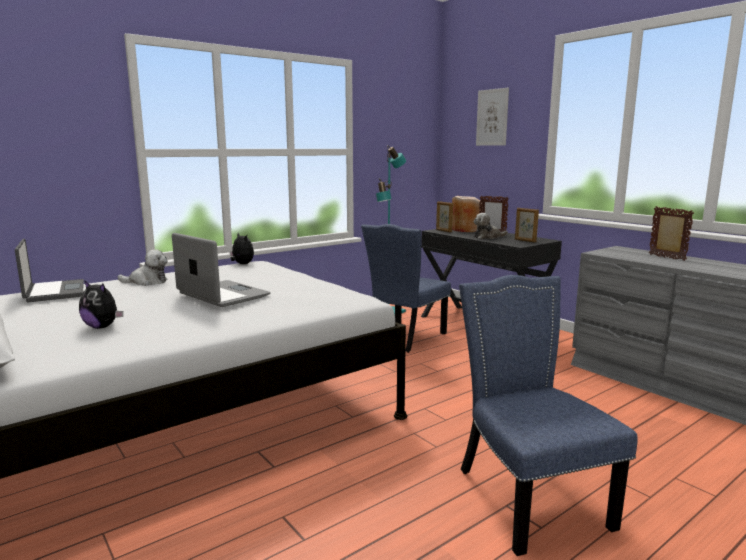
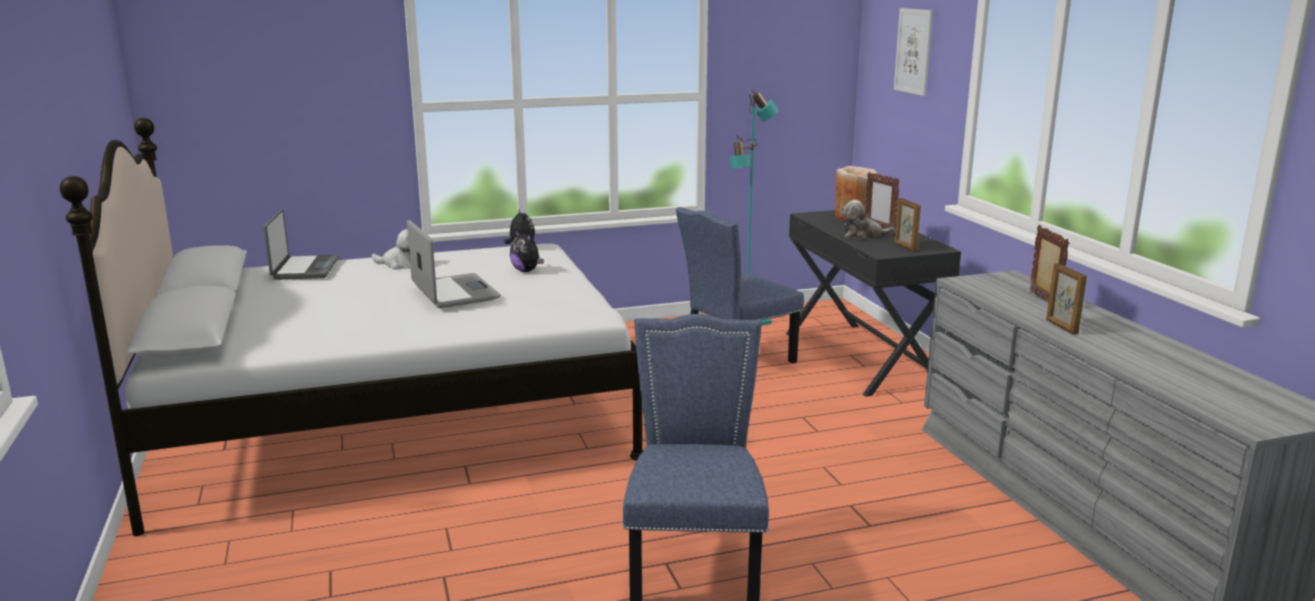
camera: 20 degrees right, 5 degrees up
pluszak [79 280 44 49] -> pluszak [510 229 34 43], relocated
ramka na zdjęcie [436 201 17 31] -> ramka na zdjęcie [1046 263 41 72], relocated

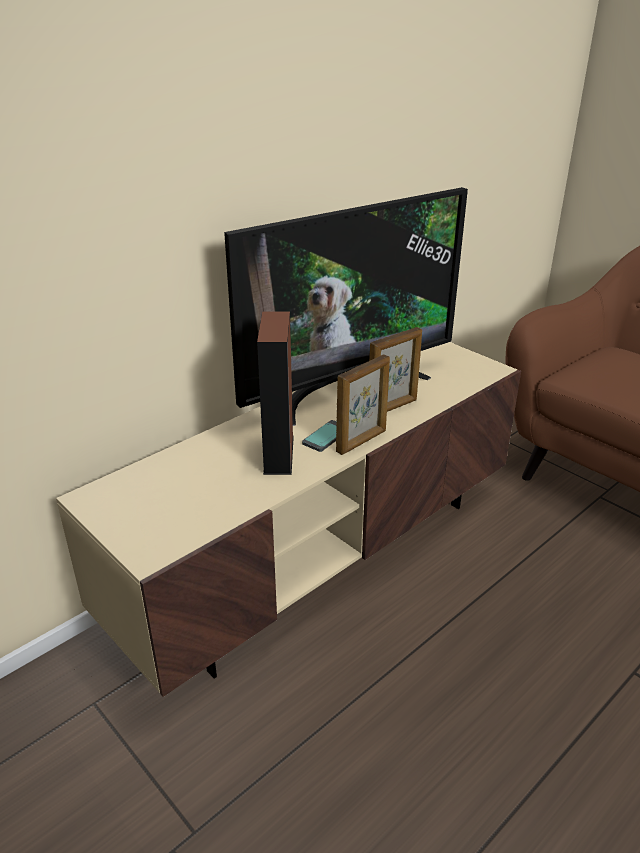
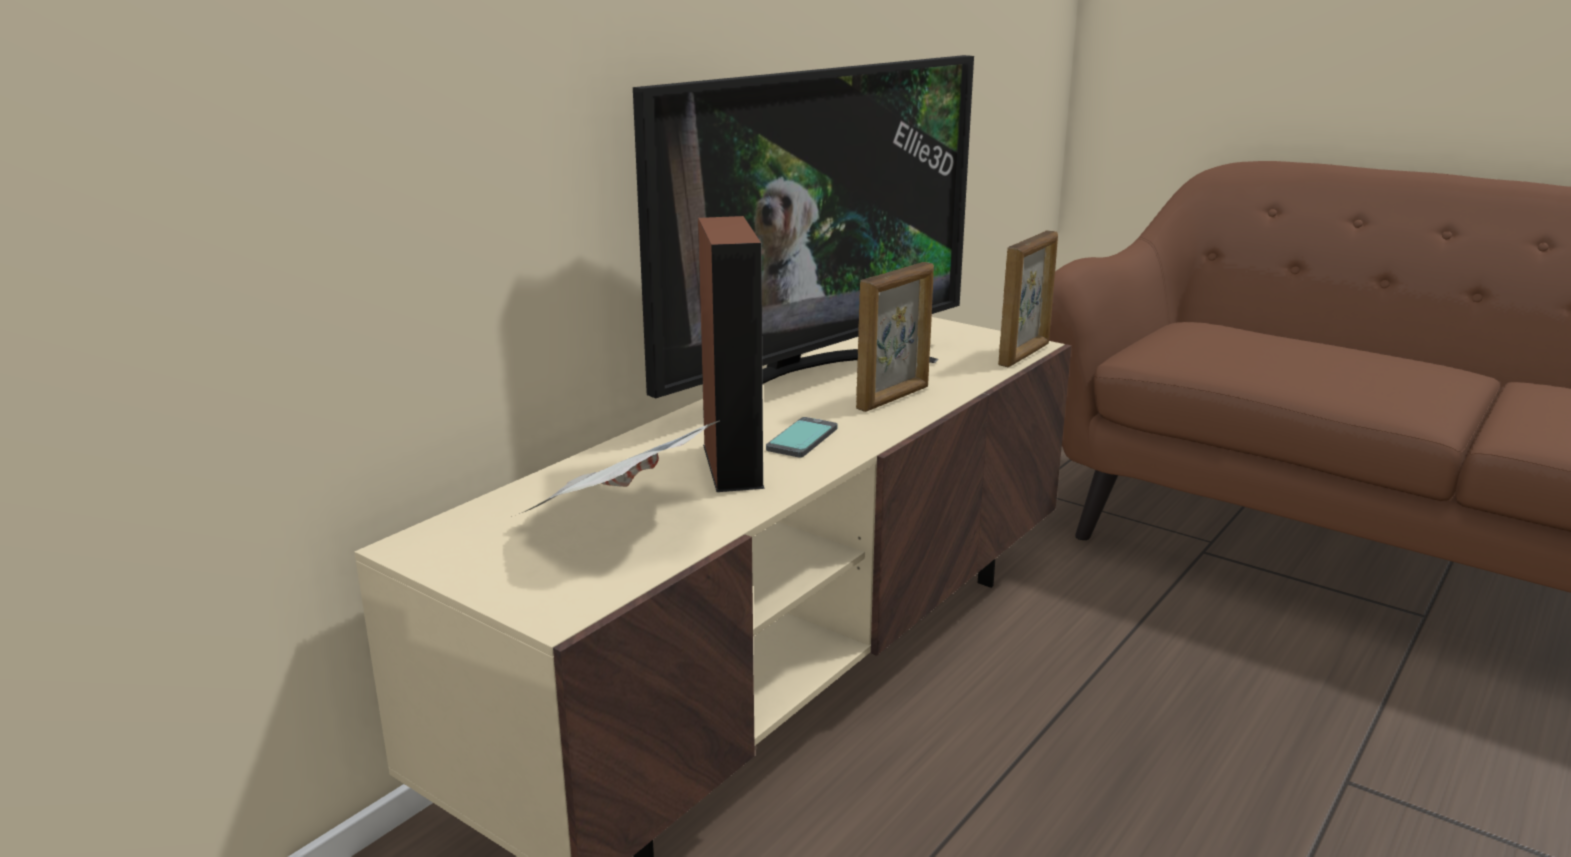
camera: 10 degrees left, 10 degrees down
ramka na zdjęcie [336 354 54 101] -> ramka na zdjęcie [998 230 60 137], relocated
none -> gazeta [511 421 208 96]

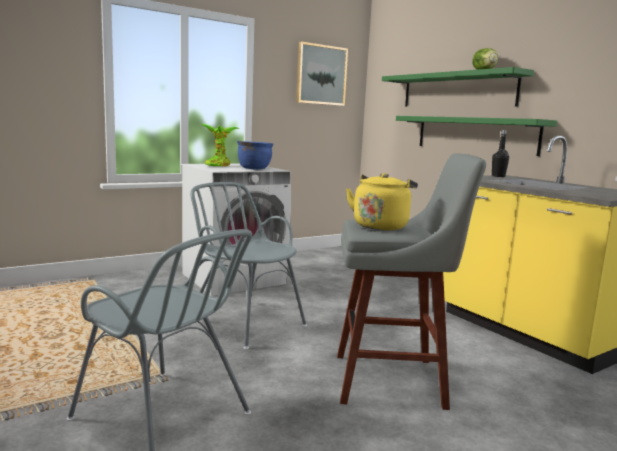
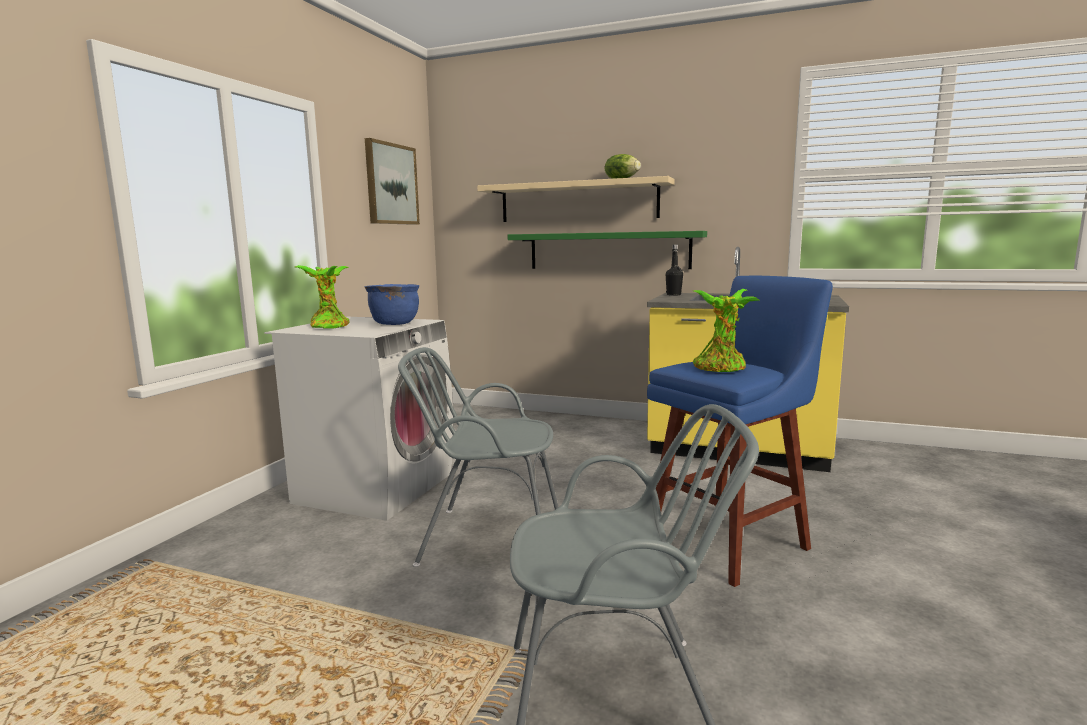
camera: 35 degrees left, 0 degrees up
stołek/szary [337 153 149 257] -> stołek/niebieski [647 276 186 311]
czajnik/żółty [346 173 72 57] -> roślina doniczkowa [693 289 66 83]
półka/zielony [382 67 152 40] -> półka/beżowy [477 176 198 46]

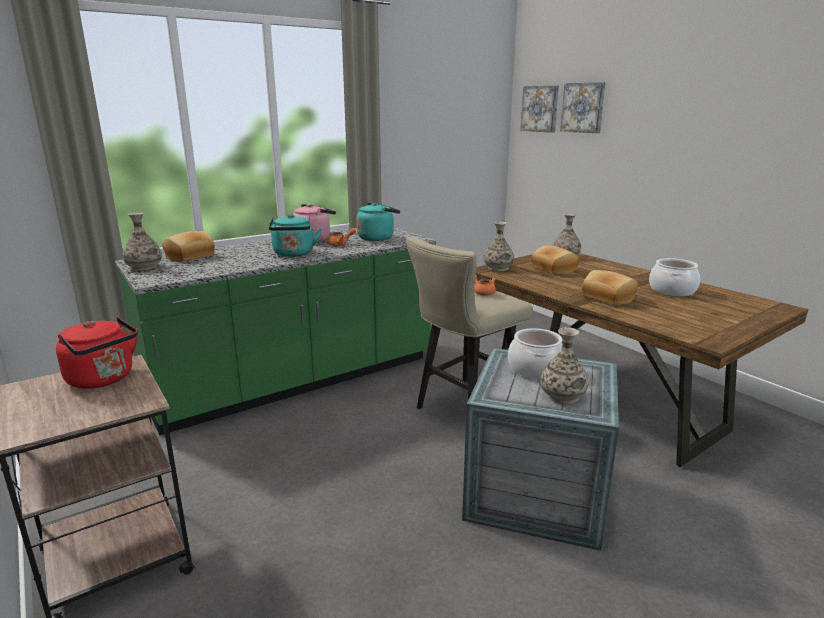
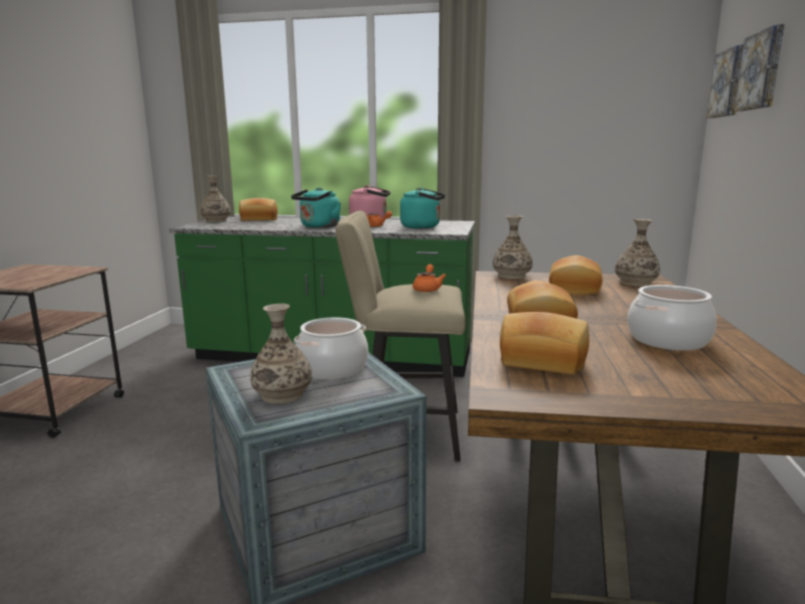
camera: 45 degrees right, 5 degrees down
czajnik/czerwony [56 317 82 72] -> none
none -> chleb [500 312 89 62]

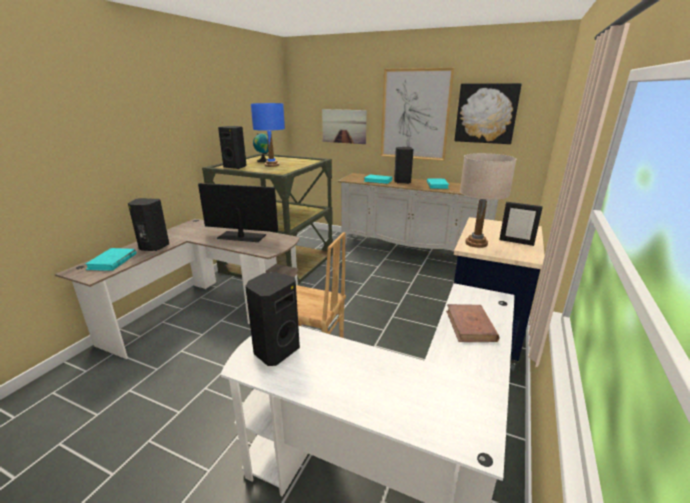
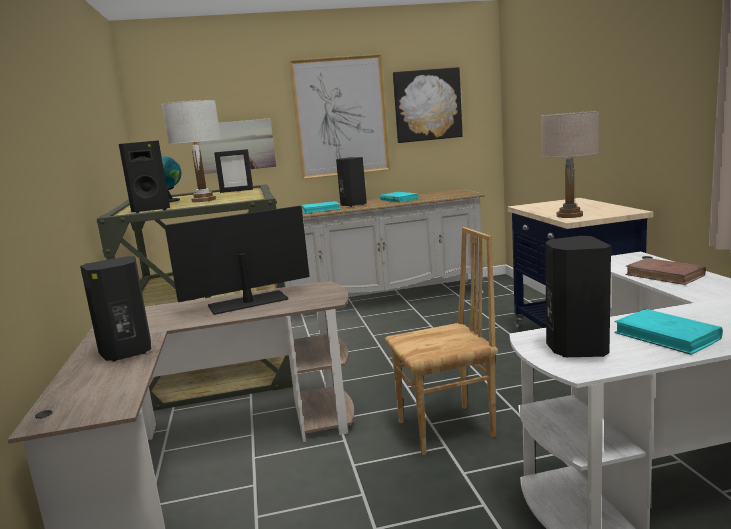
camera: 35 degrees left, 10 degrees down
książka/turkusowy [86 248 50 23] -> książka/turkusowy [614 309 109 46], relocated
lampa stołowa/niebieski [251 103 34 64] -> lampa stołowa/biały [162 100 59 102]
ramka na zdjęcie [499 202 44 44] -> ramka na zdjęcie [214 149 39 44], relocated

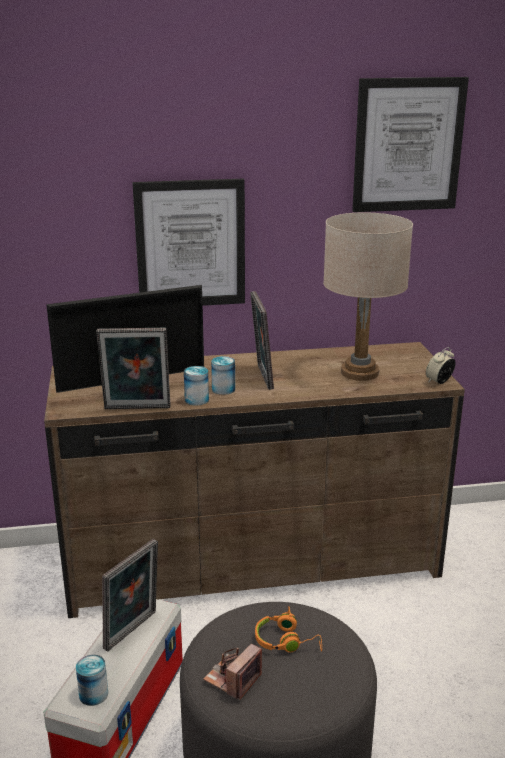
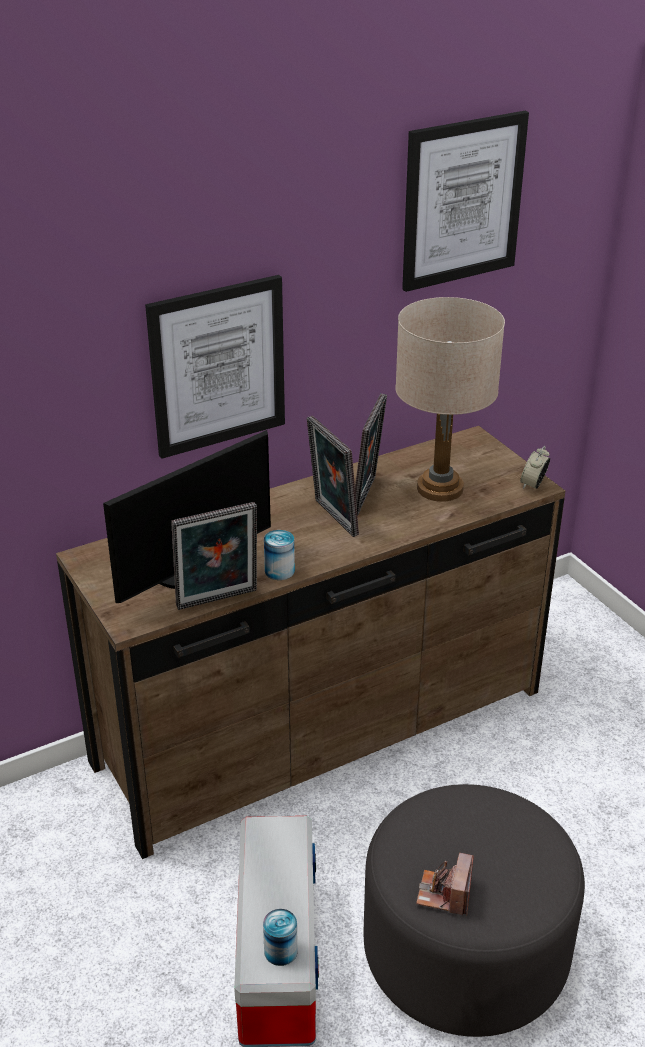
camera: 20 degrees left, 10 degrees up
ramka na zdjęcie [102 539 56 113] -> ramka na zdjęcie [355 393 32 123], relocated
puszka [211 356 24 39] -> none
słuchawki/pomarańczowy [255 606 67 47] -> none

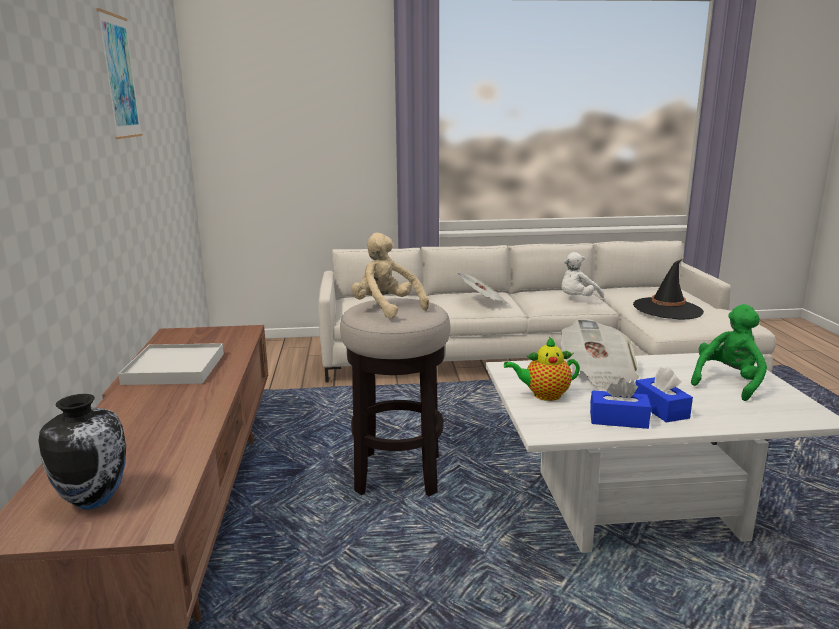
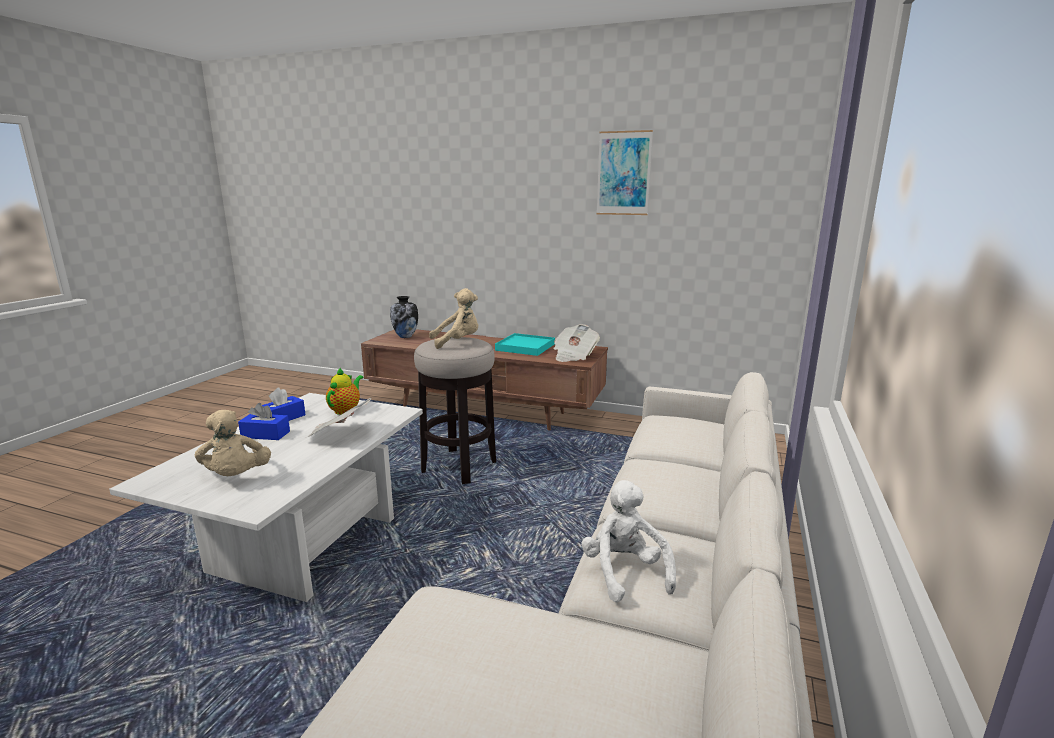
camera: 115 degrees right, 0 degrees up
taca/biały [118 343 106 42] -> taca/turkusowy [495 333 60 23]
gazeta [455 272 54 32] -> gazeta [553 324 47 38], relocated
kapelusz/czarny [633 259 71 60] -> none
pluszak/zielony [691 304 76 97] -> pluszak/beżowy [195 410 76 66]

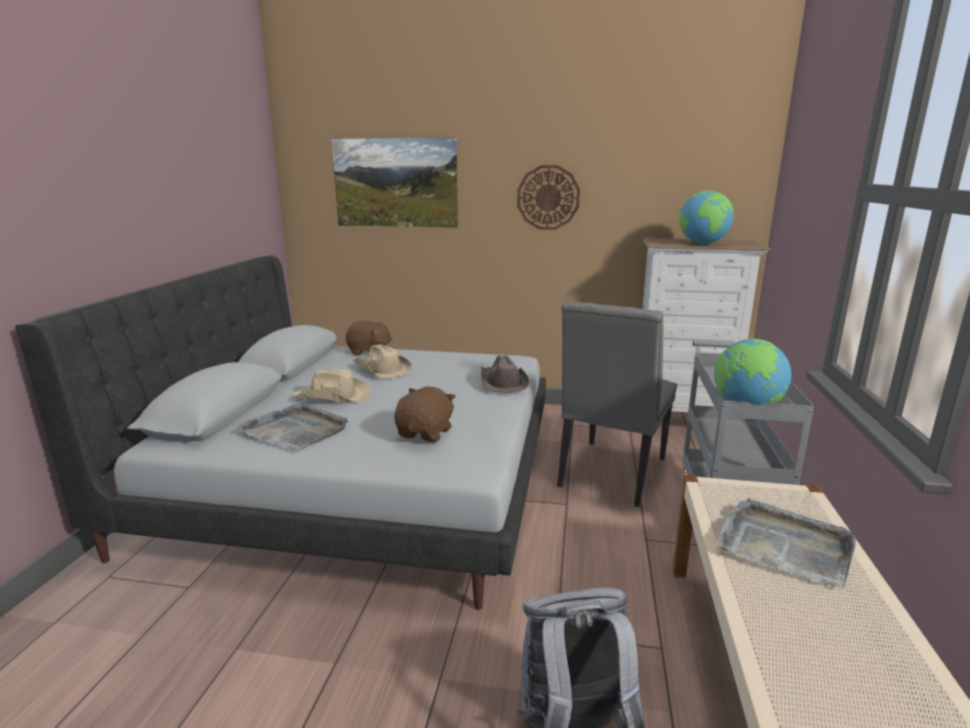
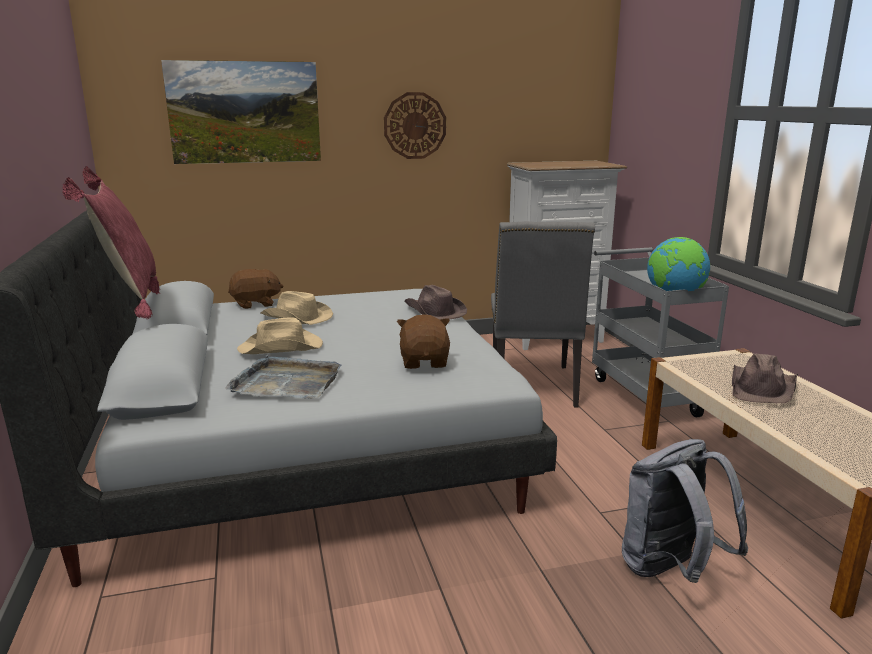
camera: 25 degrees left, 0 degrees up
globus [679 191 55 53] -> none
taca/szary [717 498 139 91] -> kapelusz/brązowy [732 354 66 49]
none -> poduszka/czerwony [62 166 98 153]

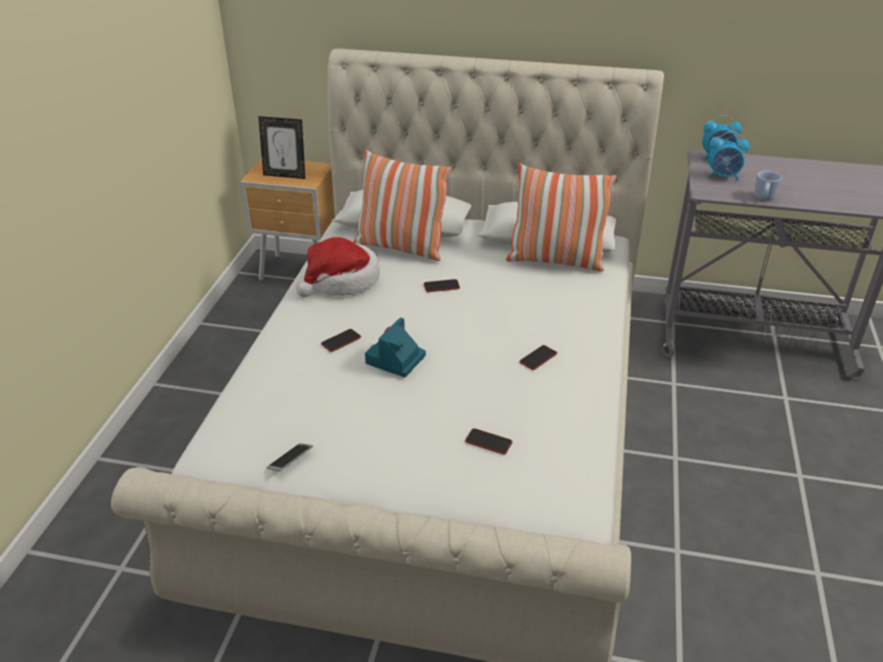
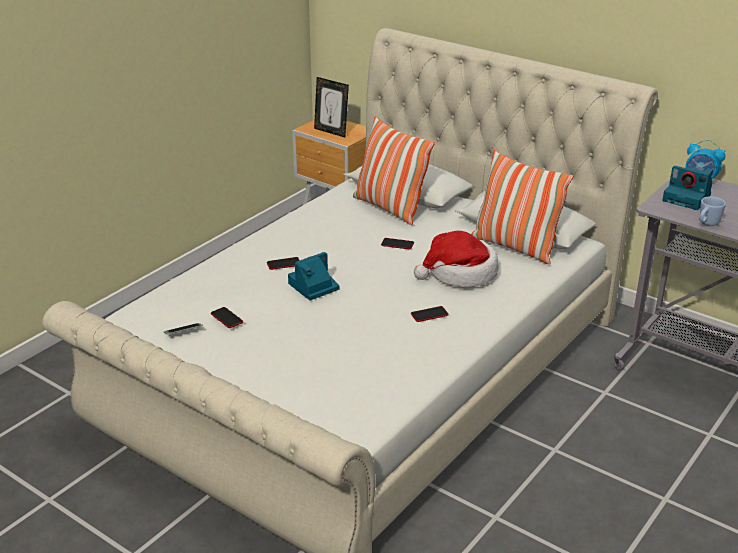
camera: 25 degrees right, 5 degrees down
kapelusz [296 237 84 60] -> kapelusz [414 231 85 56], relocated
telefon [465 428 47 26] -> telefon [211 307 32 21], relocated
budzik [708 132 42 48] -> aparat fotograficzny [662 166 51 44]

